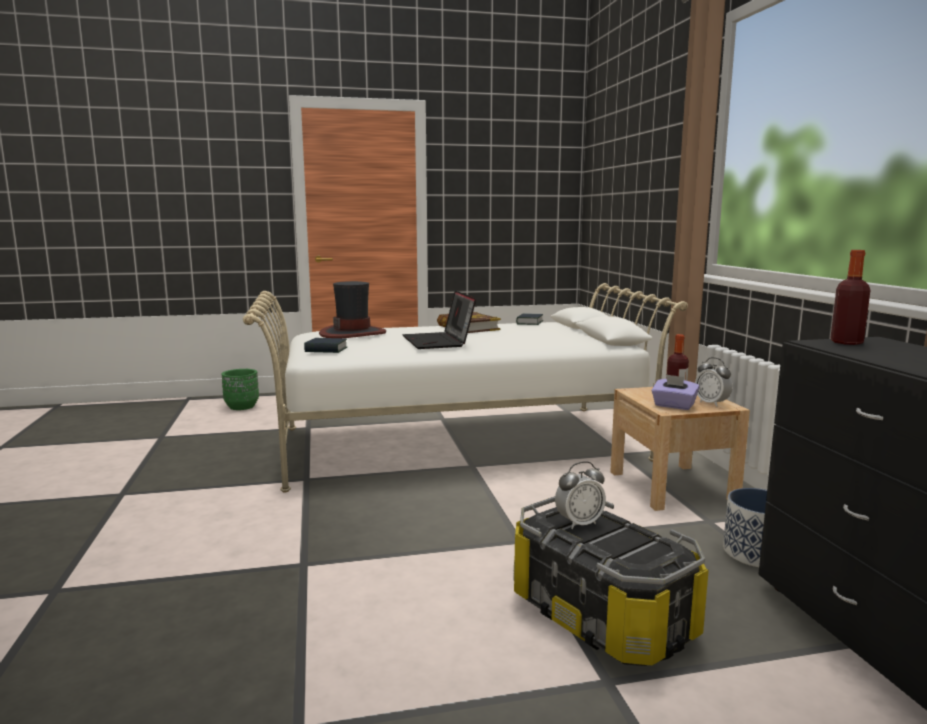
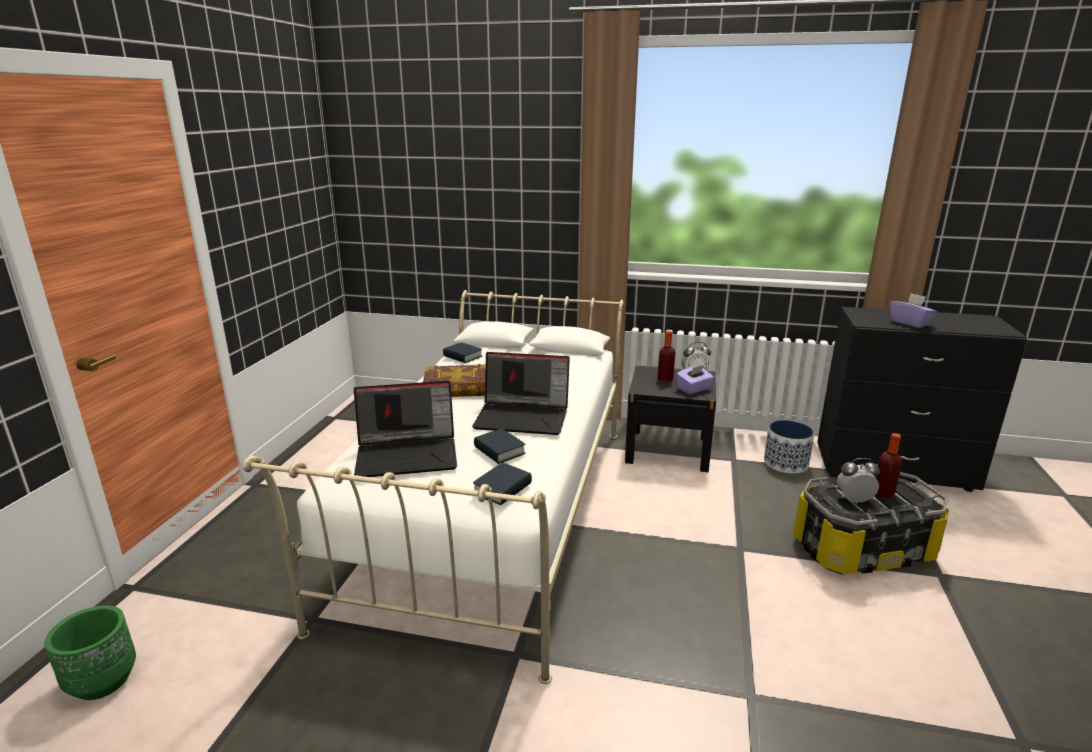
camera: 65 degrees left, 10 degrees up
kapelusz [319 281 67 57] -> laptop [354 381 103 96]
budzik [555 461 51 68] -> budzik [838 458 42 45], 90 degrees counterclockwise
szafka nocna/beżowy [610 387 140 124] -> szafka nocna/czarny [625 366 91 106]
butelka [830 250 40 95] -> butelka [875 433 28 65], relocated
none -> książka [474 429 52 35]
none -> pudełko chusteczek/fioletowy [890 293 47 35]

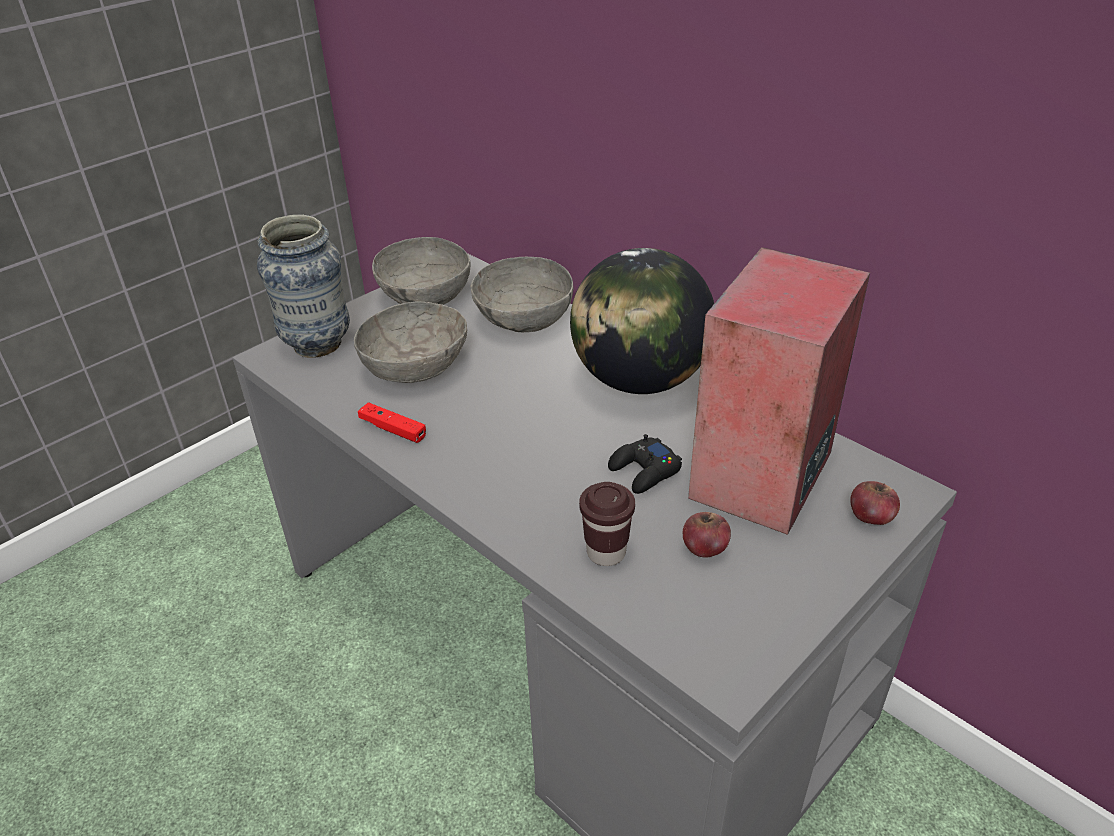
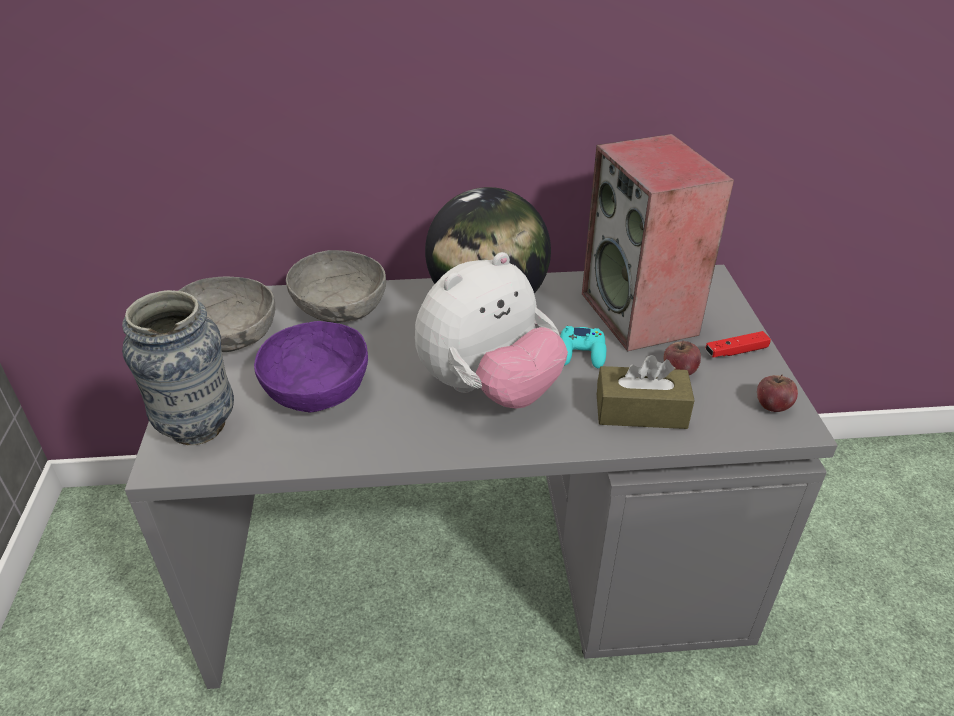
camera: 50 degrees left, 0 degrees up
miska/szary [354 302 113 81] -> miska/fioletowy [254 321 114 91]
pad do gier/czerwony [358 402 68 41] -> pad do gier/czerwony [705 331 66 27], relocated
filiżanka/brązowy [579 482 56 84] -> pudełko chusteczek/brązowy [597 355 98 74]
pad do gier/czarny [608 434 74 60] -> pad do gier/turkusowy [560 326 46 42]
jabłko [850 481 50 44] -> jabłko [757 374 41 38], relocated
none -> pluszak [415 252 153 156]

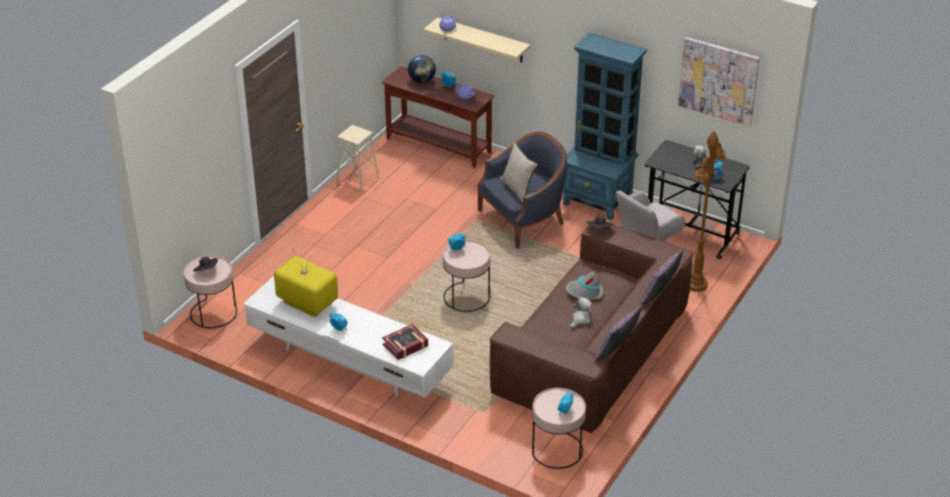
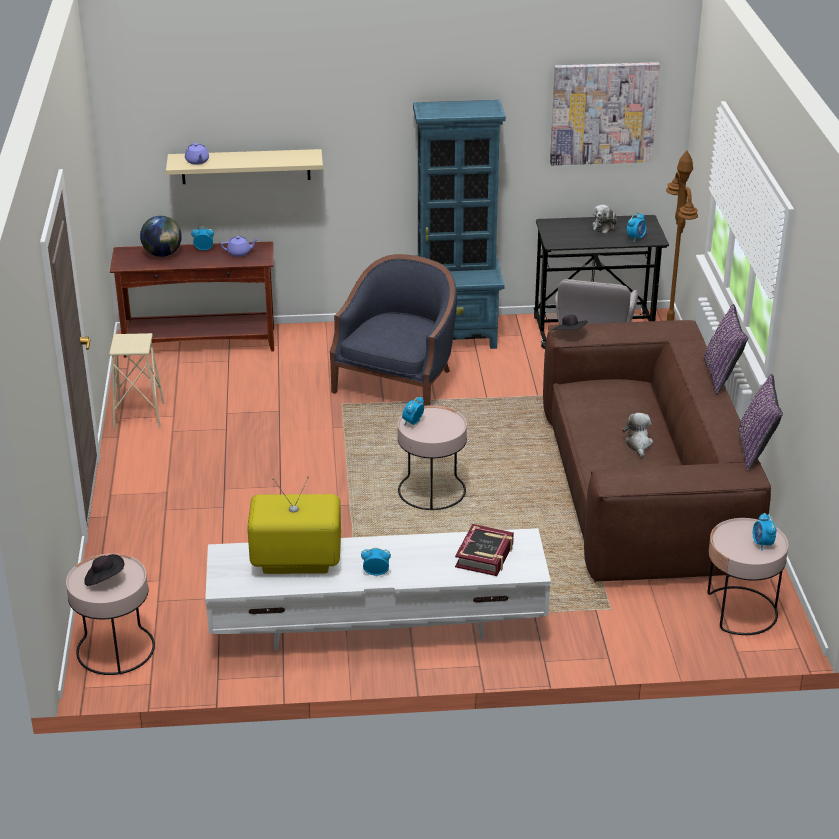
camera: 35 degrees left, 5 degrees down
poduszka/beżowy [500 142 38 61] -> none
kapelusz/szary [566 272 38 28] -> none

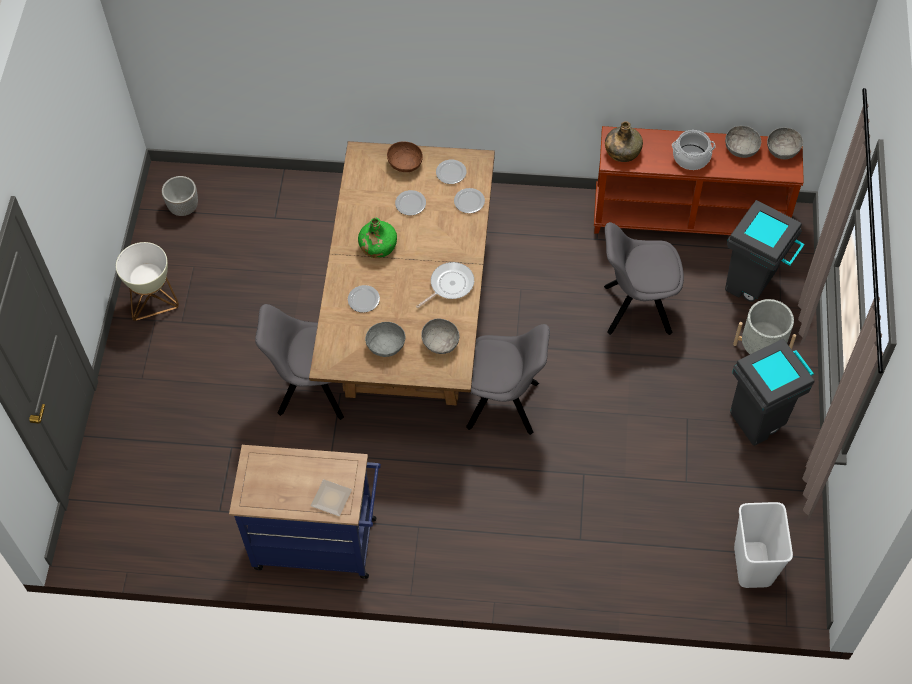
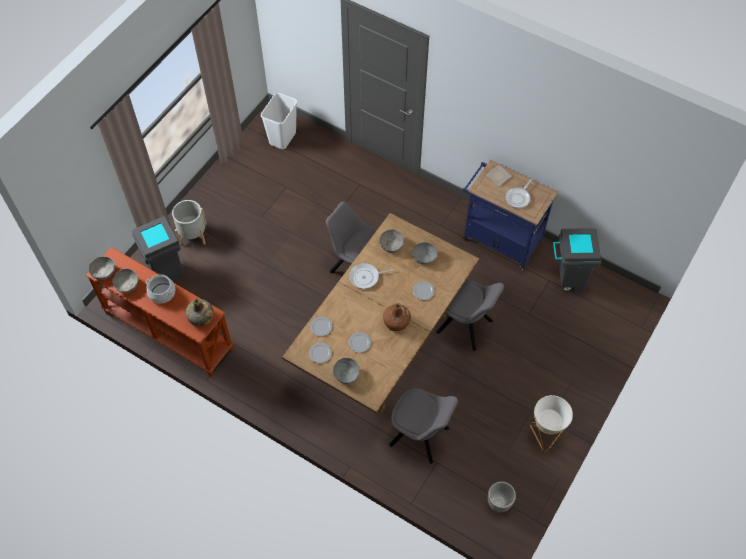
camera: 155 degrees left, 0 degrees up
butelka/zielony [358 217 39 41] -> butelka/brązowy [383 303 28 28]
miska/brązowy [387 141 36 31] -> miska/szary [333 358 27 26]
krzesło/szary [604 222 80 113] -> krzesło/szary [389 388 69 76], relocated
kosz na śmieci/szary [730 339 85 107] -> kosz na śmieci/szary [553 228 48 64], relocated
none -> patelnia [505 179 27 30]

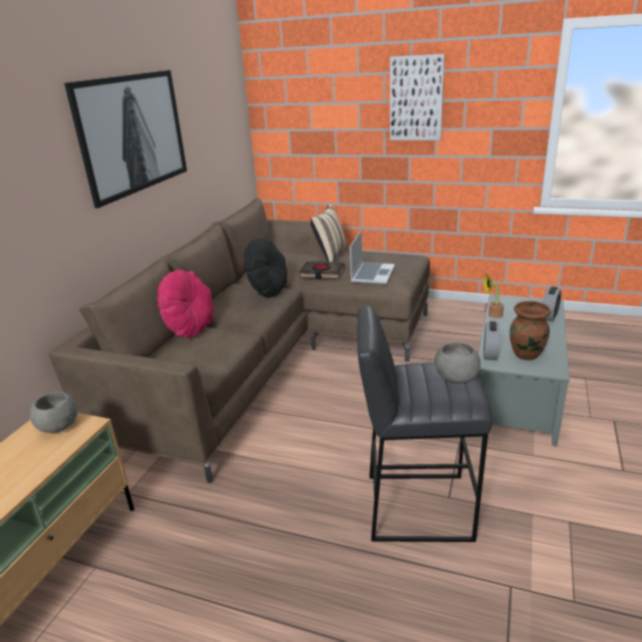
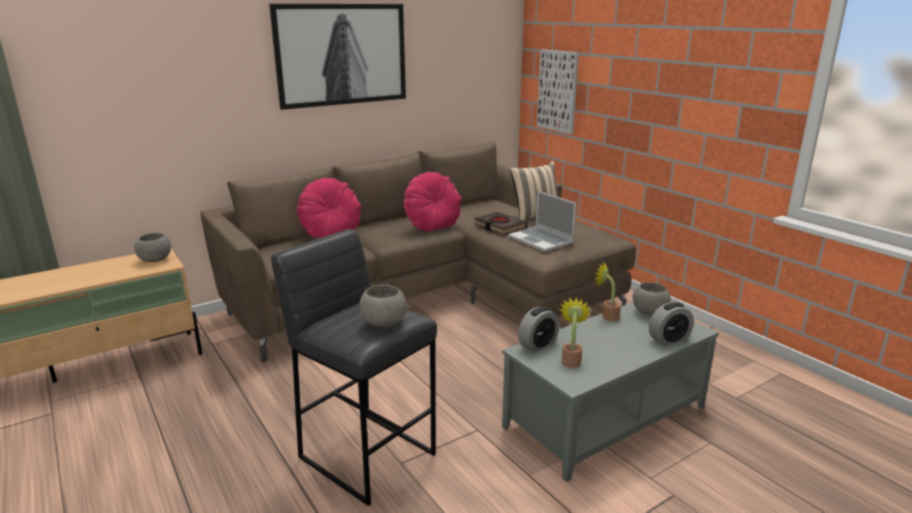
camera: 35 degrees right, 5 degrees down
poduszka/czarny [244 238 43 59] -> poduszka/różowy [404 172 57 60]
laptop [350 230 45 54] -> laptop [508 191 68 61], 90 degrees clockwise
obraz [390 54 55 86] -> obraz [537 49 42 85], relocated
wazon/brązowy [510 301 41 59] -> roślina doniczkowa [559 297 32 71]
none -> miska/szary [633 282 38 33]

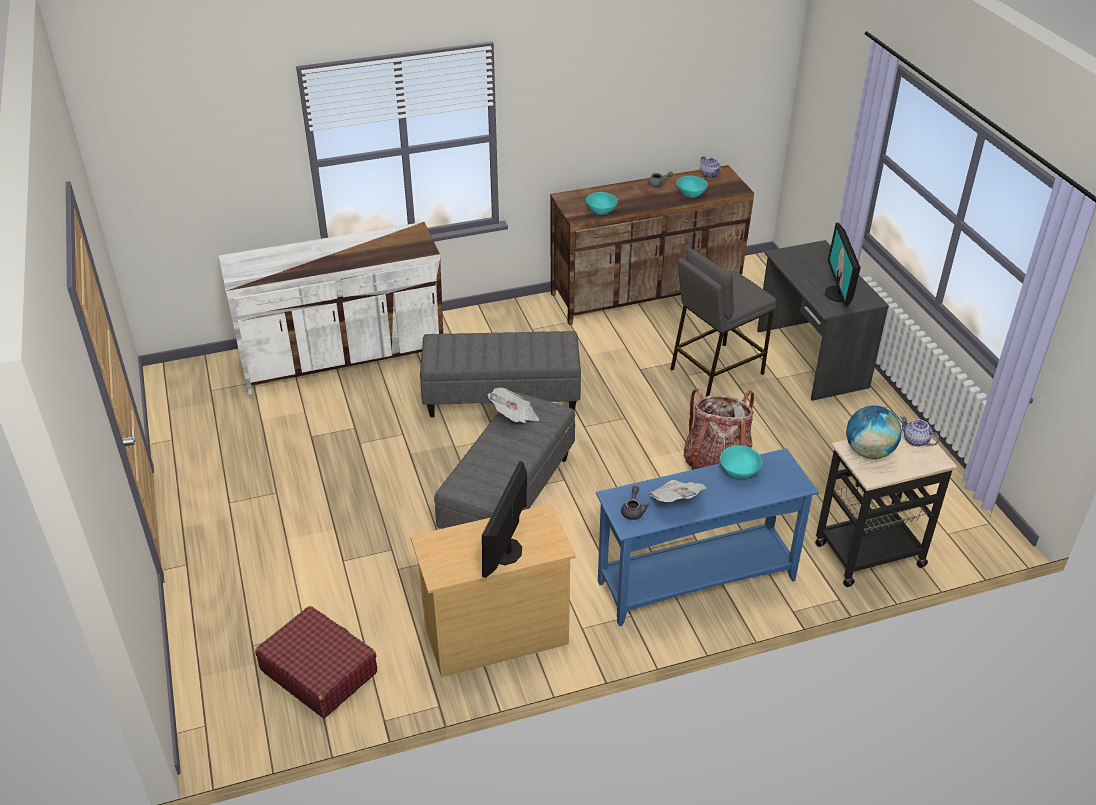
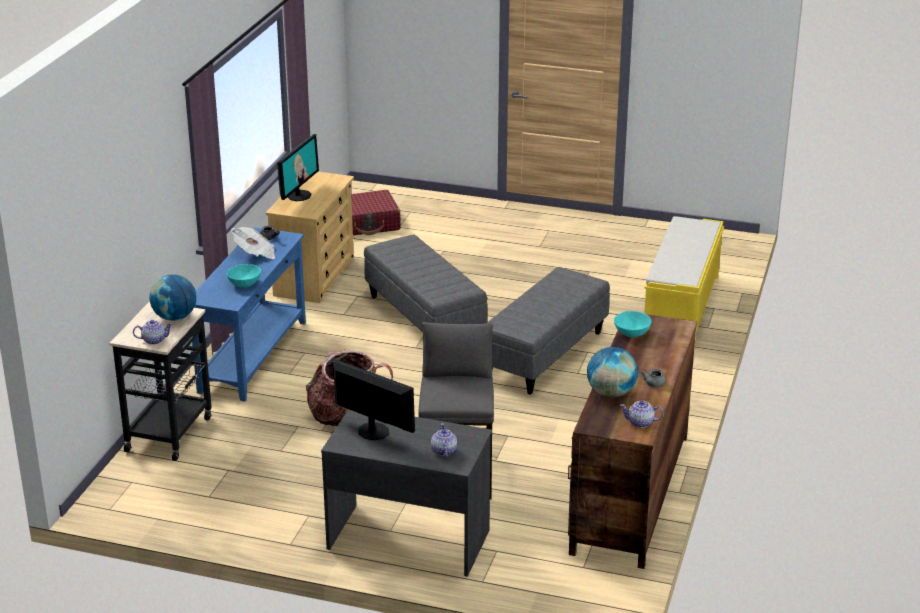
camera: 125 degrees right, 10 degrees down
szafka/biały [219 222 224 173] -> ławka/żółty [644 216 80 121]
monitor [482 461 45 117] -> monitor [277 134 42 67], 60 degrees clockwise
gazeta [488 388 51 35] -> none
miska/turkusowy [676 176 32 22] -> globus [587 347 51 51]
none -> imbryk [431 423 26 34]

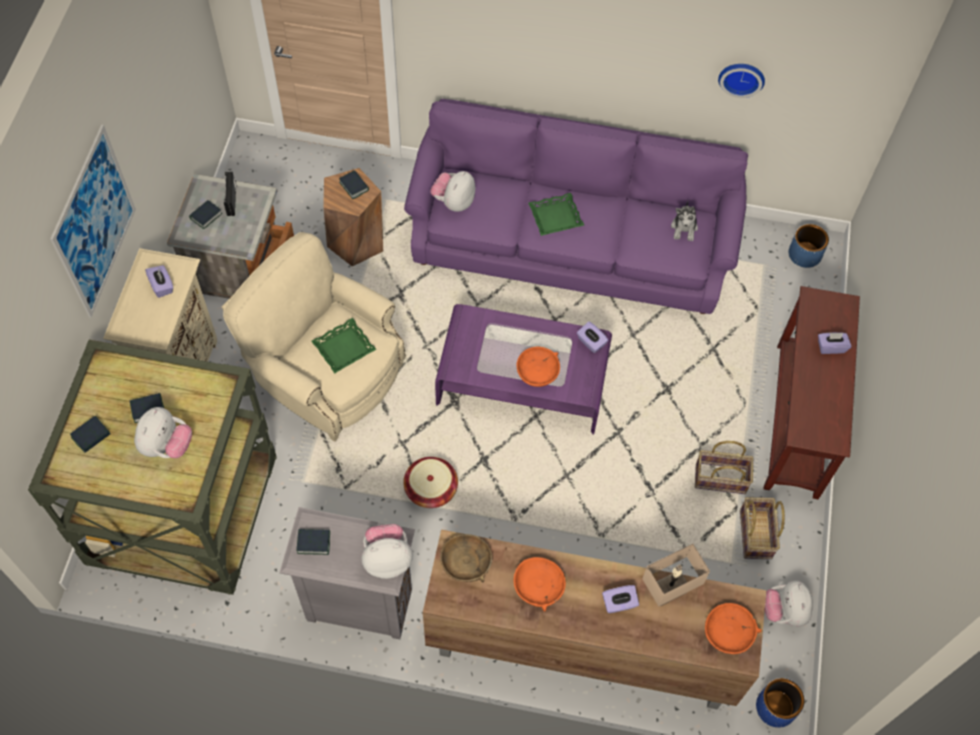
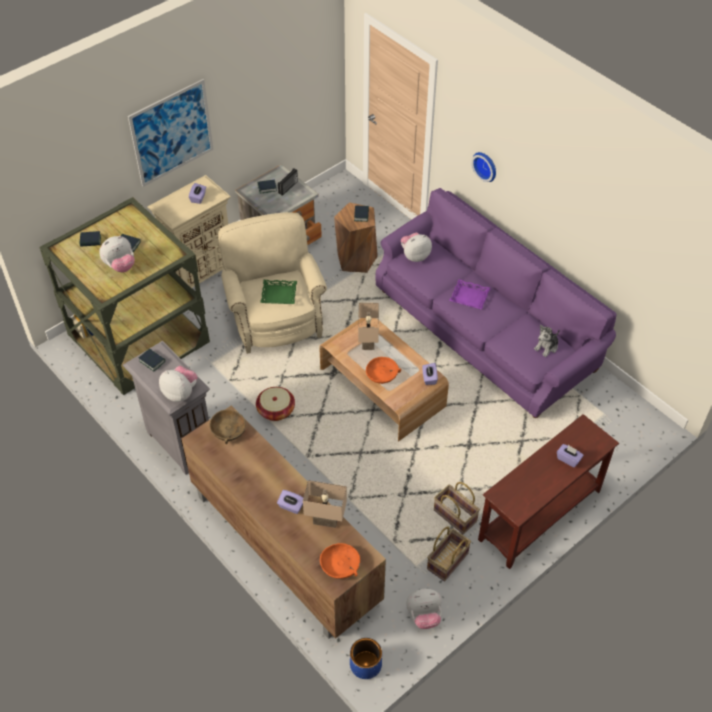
camera: 40 degrees right, 10 degrees down
ława/fioletowy [435 304 177 130] -> ława/brązowy [319 318 130 123]
miska/pomarańczowy [514 557 52 55] -> none
taca/zielony [528 193 56 43] -> taca/fioletowy [449 279 42 31]
zegar ścienny [718 64 47 34] -> zegar ścienny [472 152 24 30], relocated
pluszak [765 580 48 46] -> pluszak [406 588 36 41], 135 degrees counterclockwise
donica/niebieski [789 224 40 44] -> none
none -> lampa stołowa/beżowy [358 303 21 47]

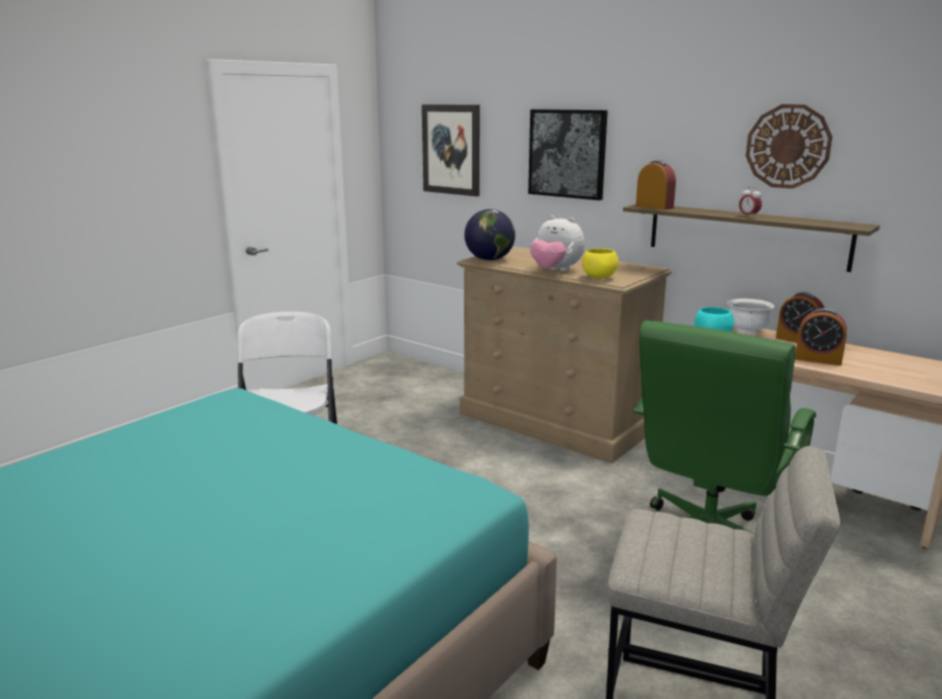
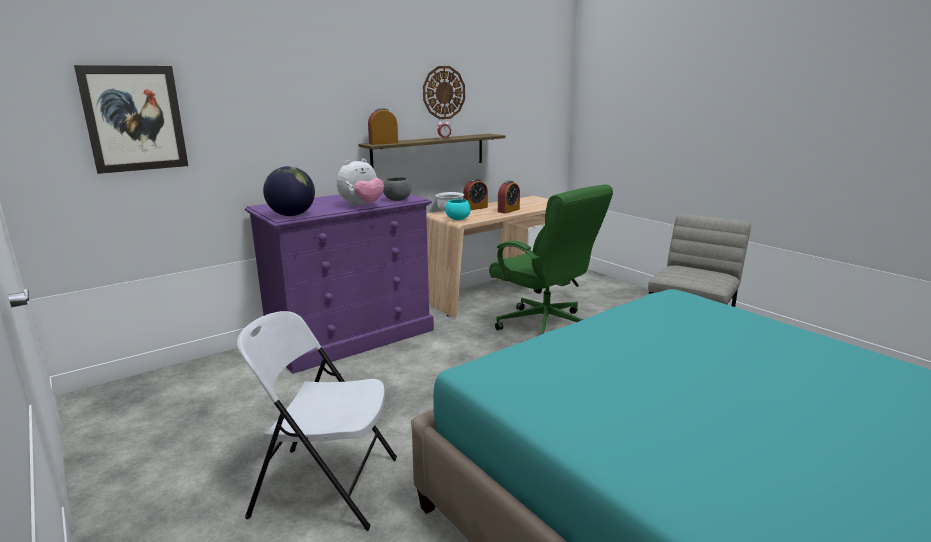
camera: 75 degrees left, 0 degrees up
komoda/beżowy [457 246 215 217] -> komoda/fioletowy [245 192 189 182]
obraz [528 109 80 91] -> none
miska/żółty [582 248 37 31] -> miska/szary [383 177 29 24]

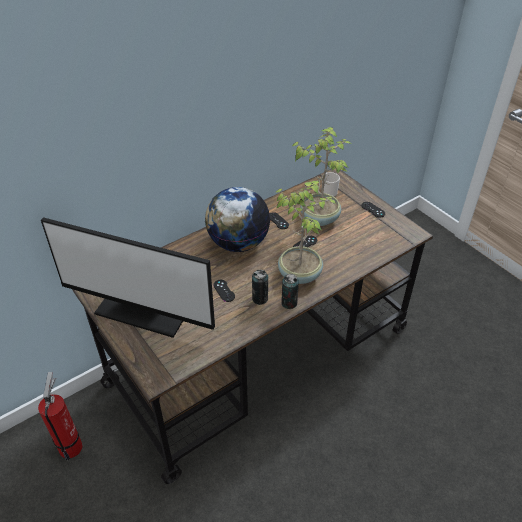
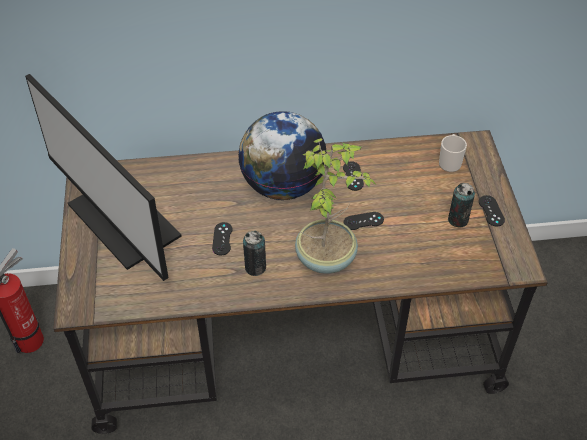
camera: 30 degrees right, 5 degrees up
puszka [281 274 18 35] -> puszka [448 183 27 45], relocated
roślina doniczkowa [292 127 59 99] -> none

